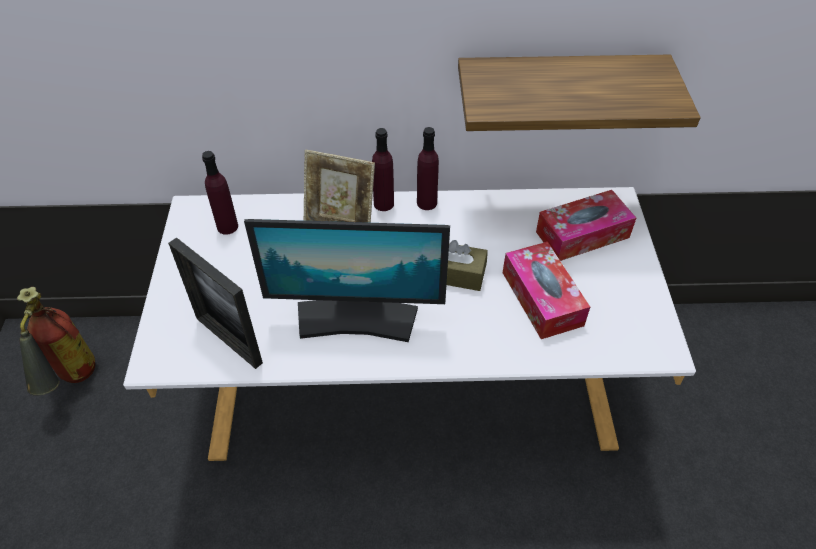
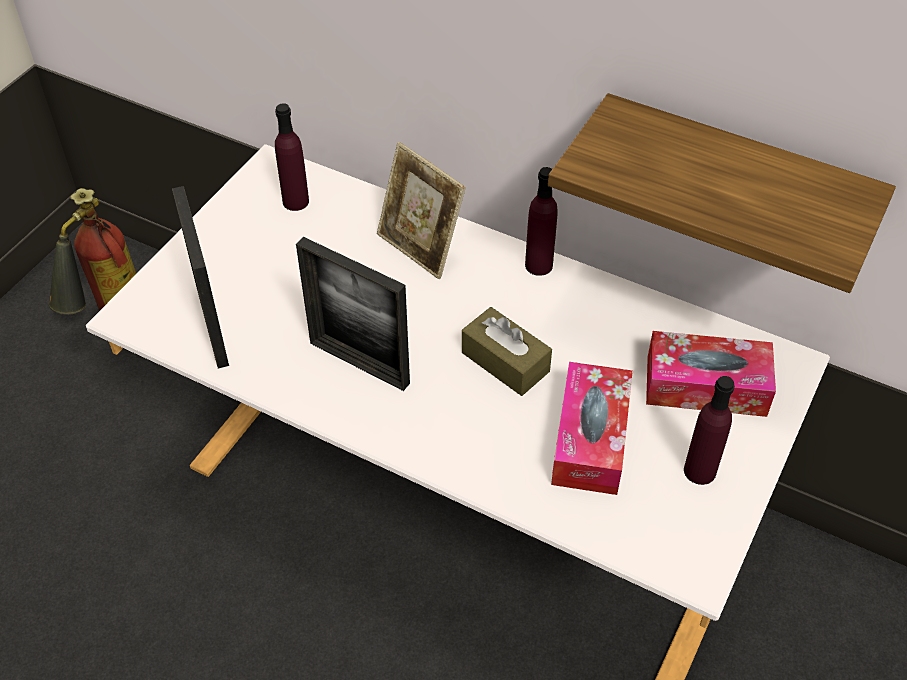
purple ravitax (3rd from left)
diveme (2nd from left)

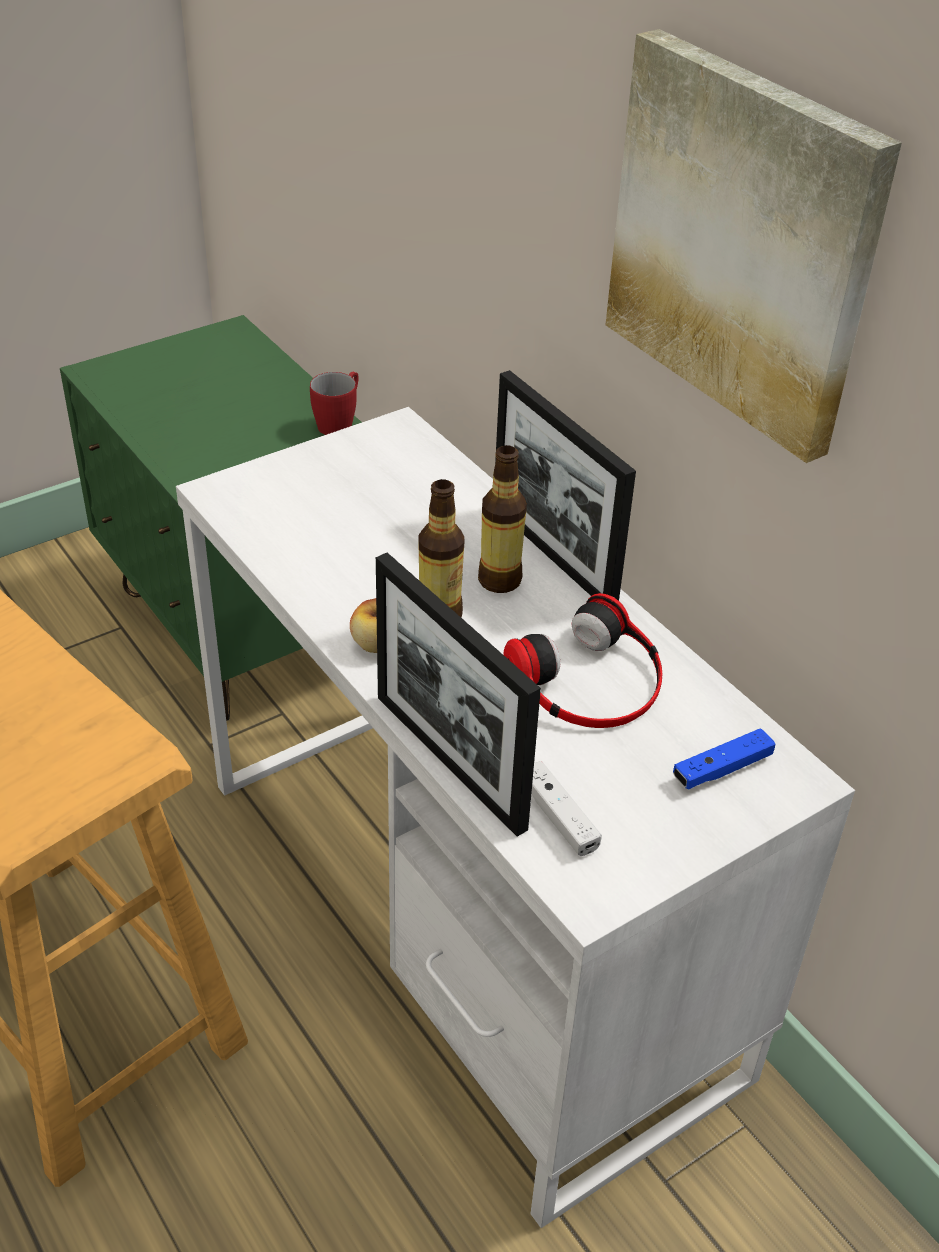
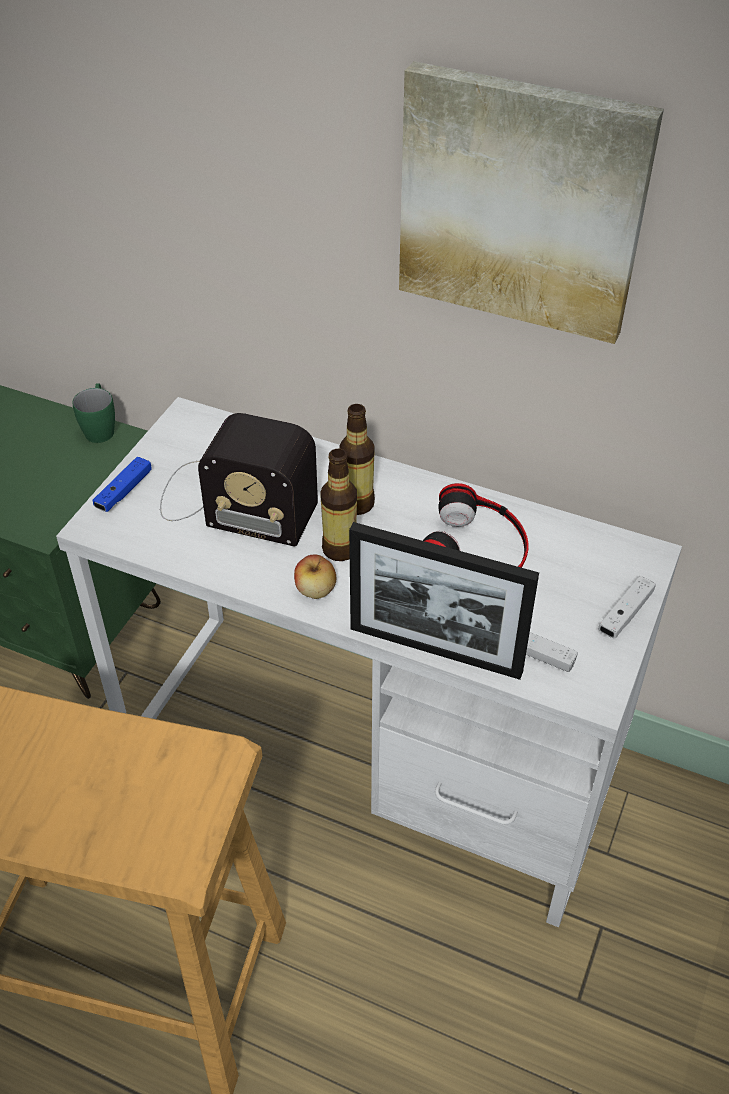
diveme (2nd from left in the first image)
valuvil
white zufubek (2nd from left)
blue zufubek
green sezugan

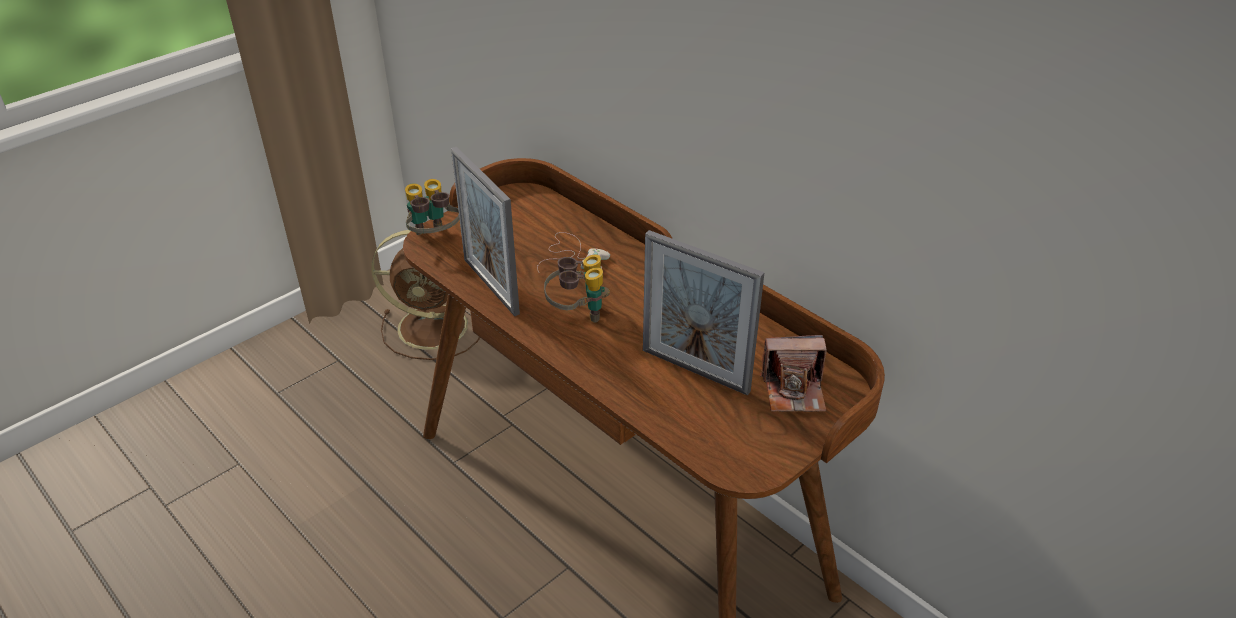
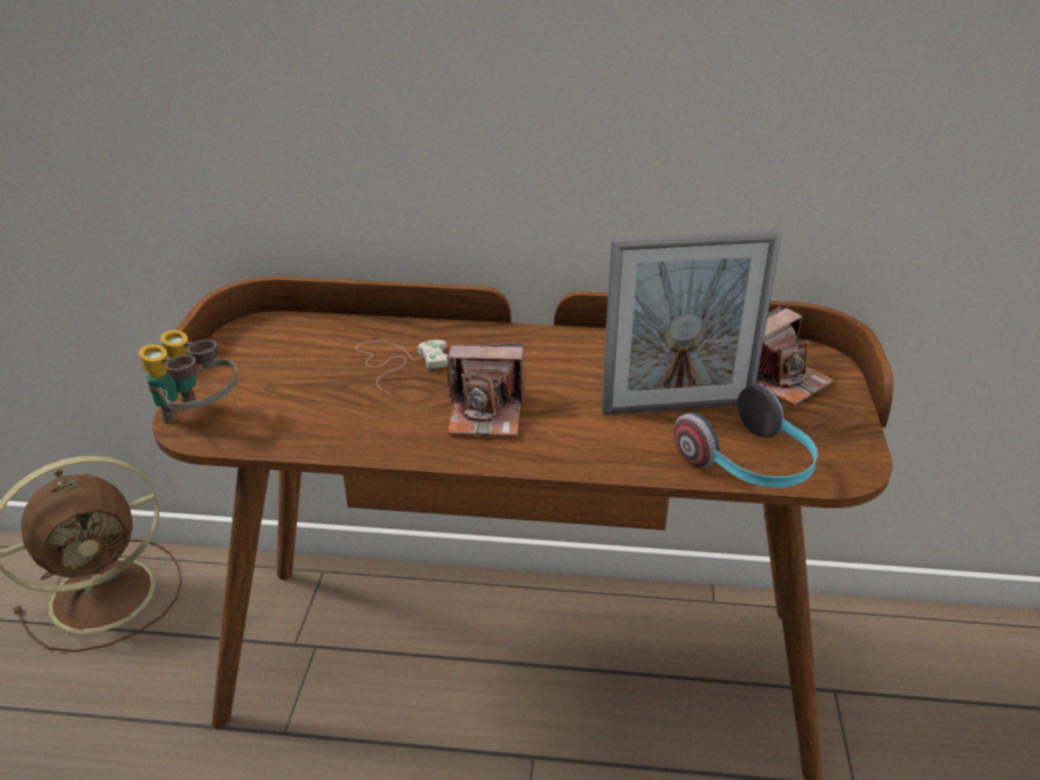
diveme (1st from left in the first image)
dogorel
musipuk (1st from left)

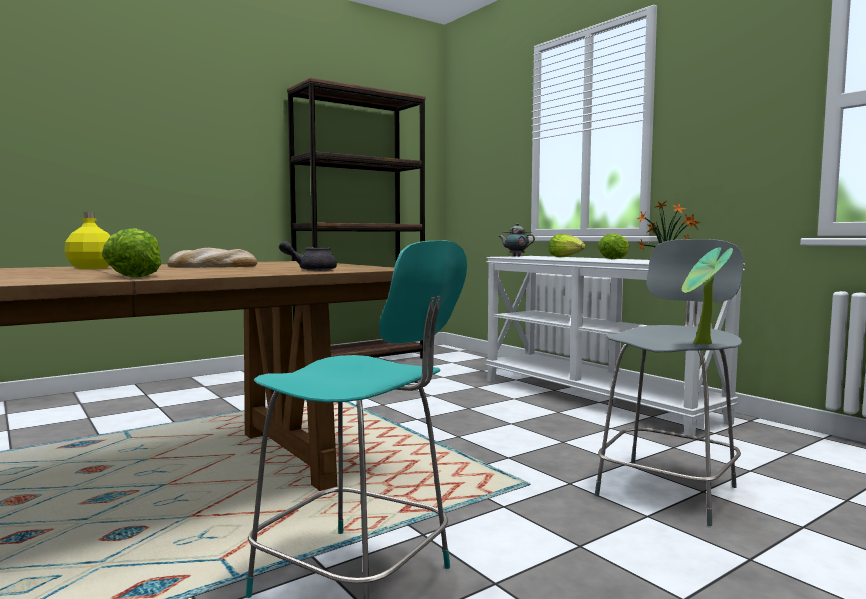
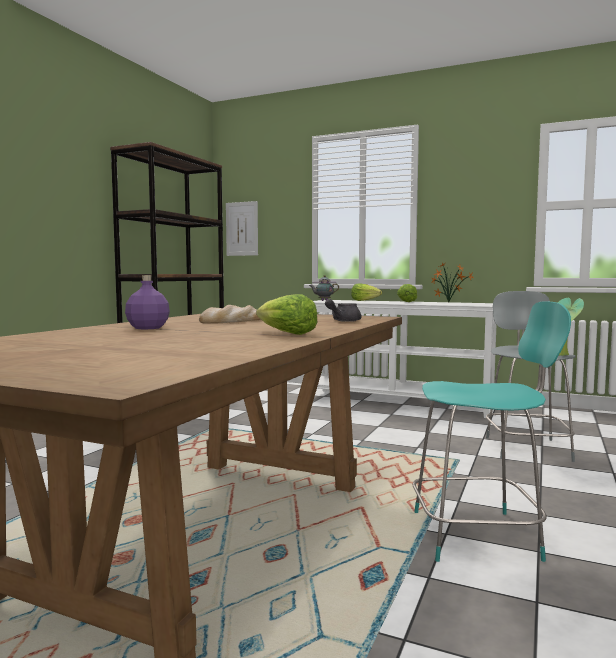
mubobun
purple ravitax

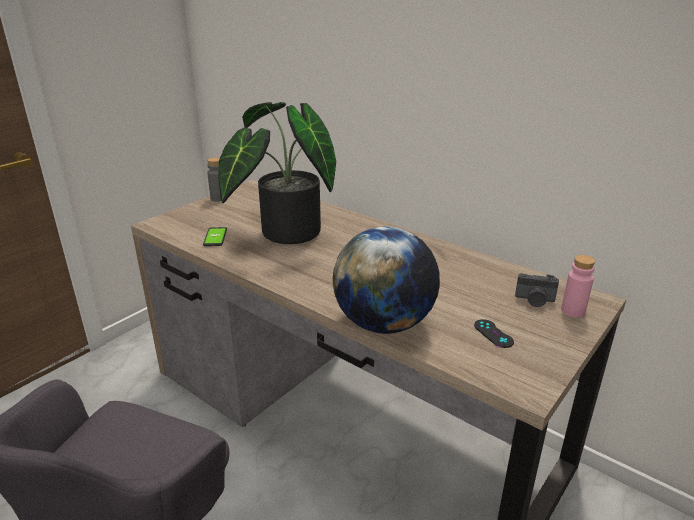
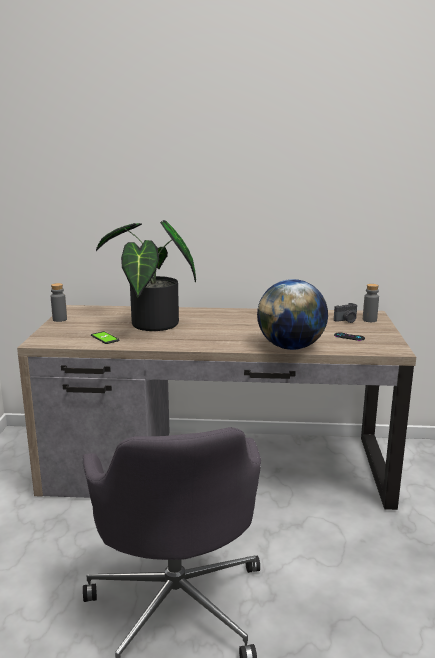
grey ravitax (2nd from left)

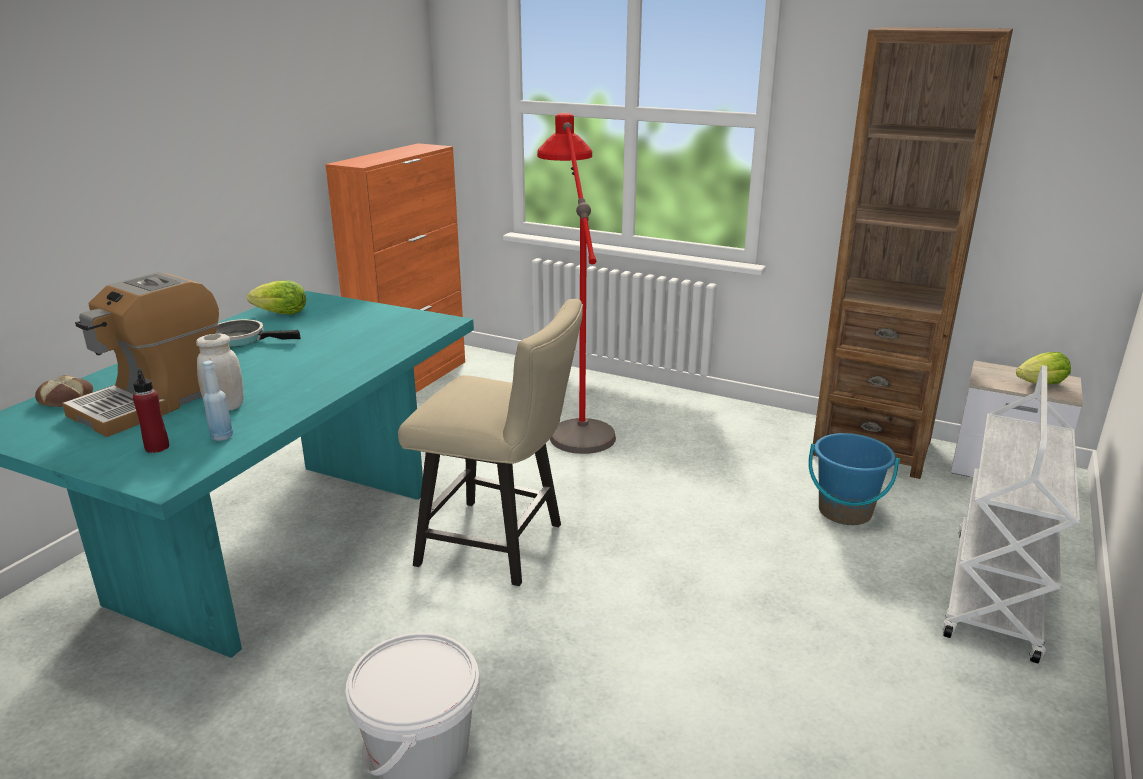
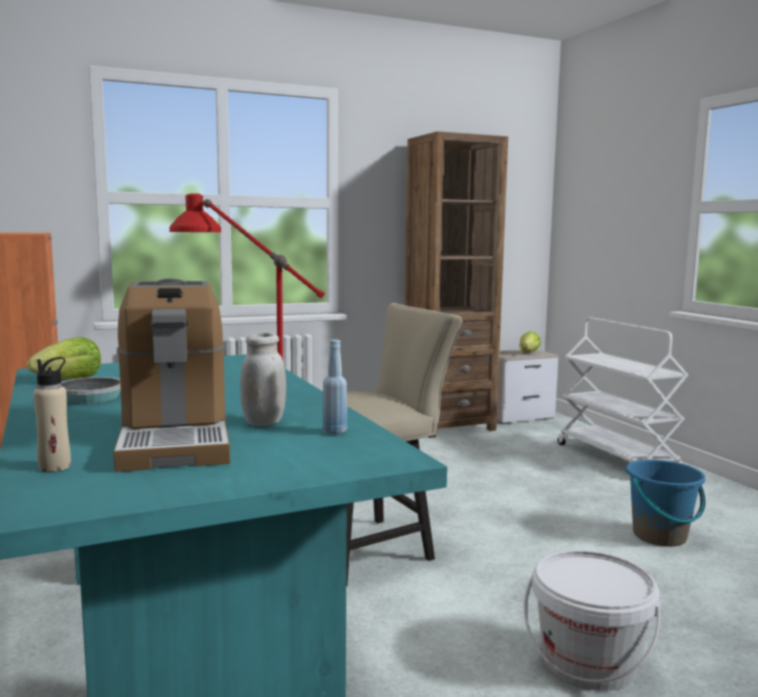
red ravitax
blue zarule
beige ravitax

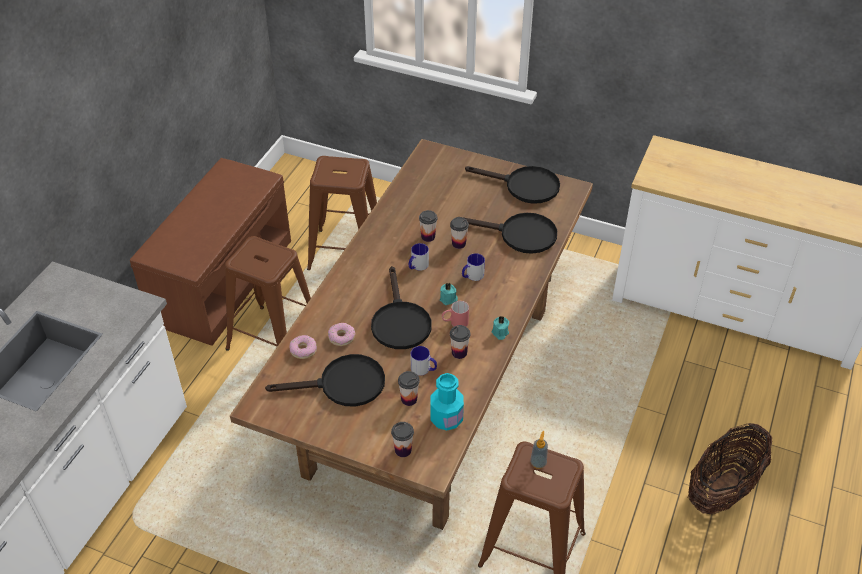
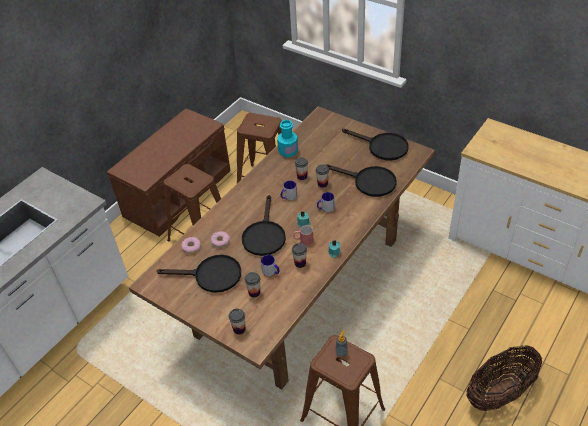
turquoise ravitax

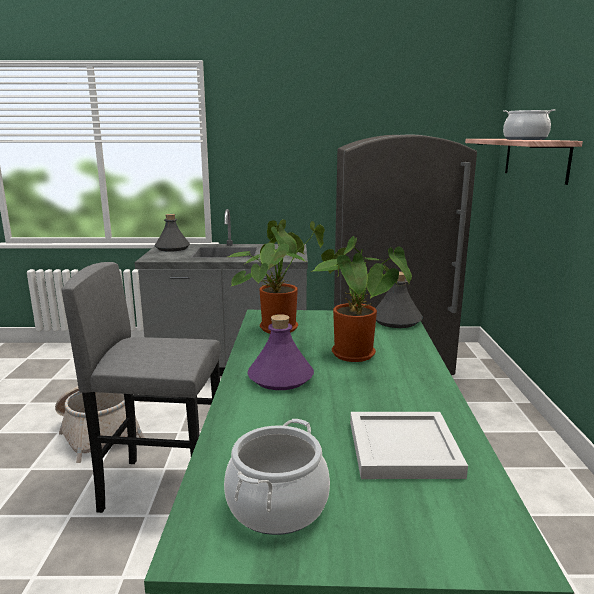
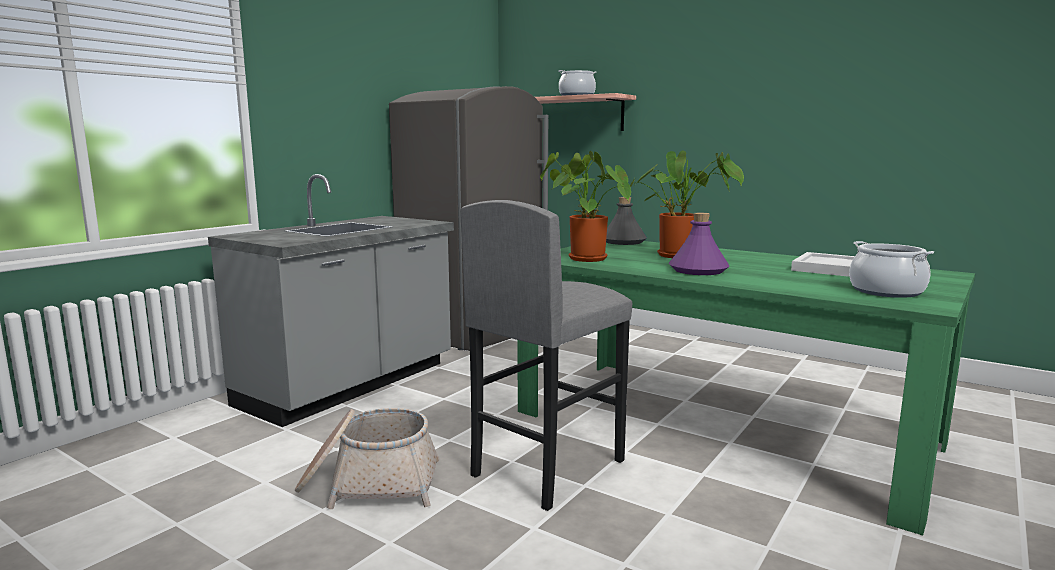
grey ravitax (1st from left in the first image)

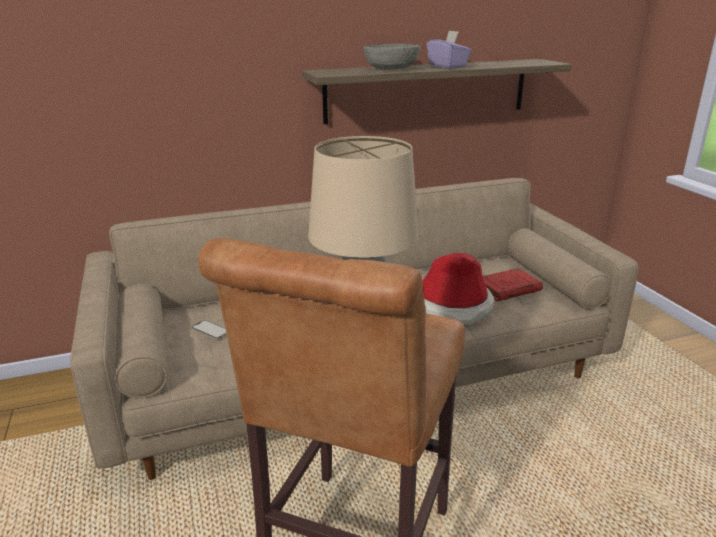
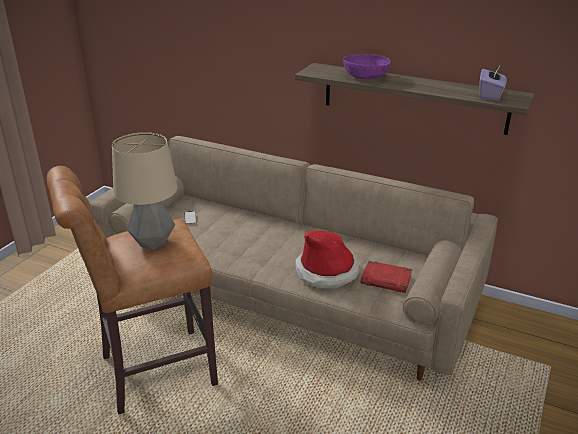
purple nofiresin
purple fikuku

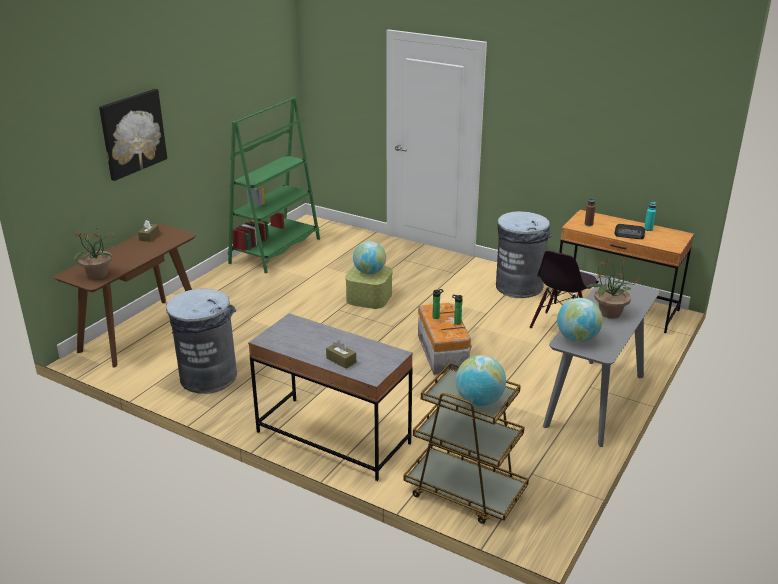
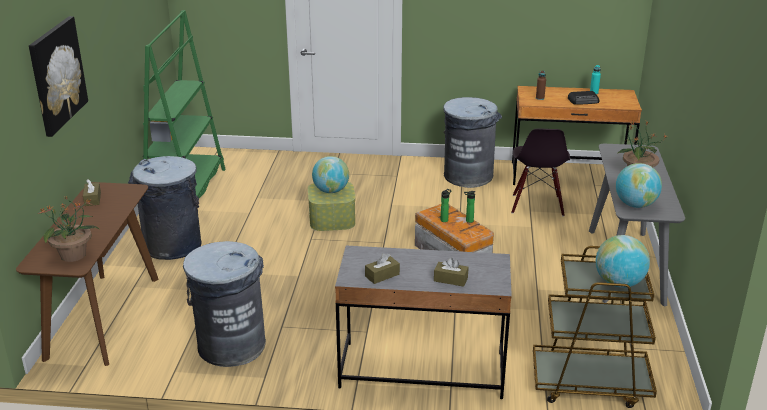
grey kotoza (1st from left)
brown nofiresin (2nd from left)

